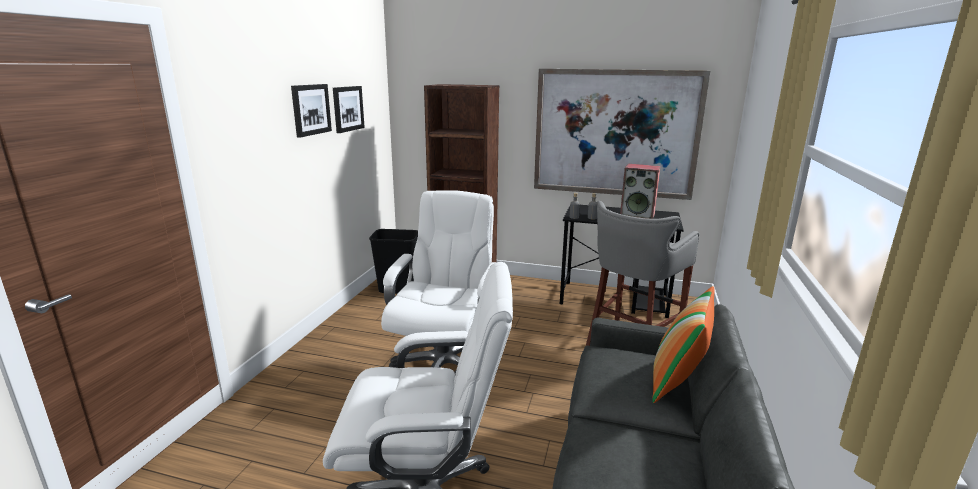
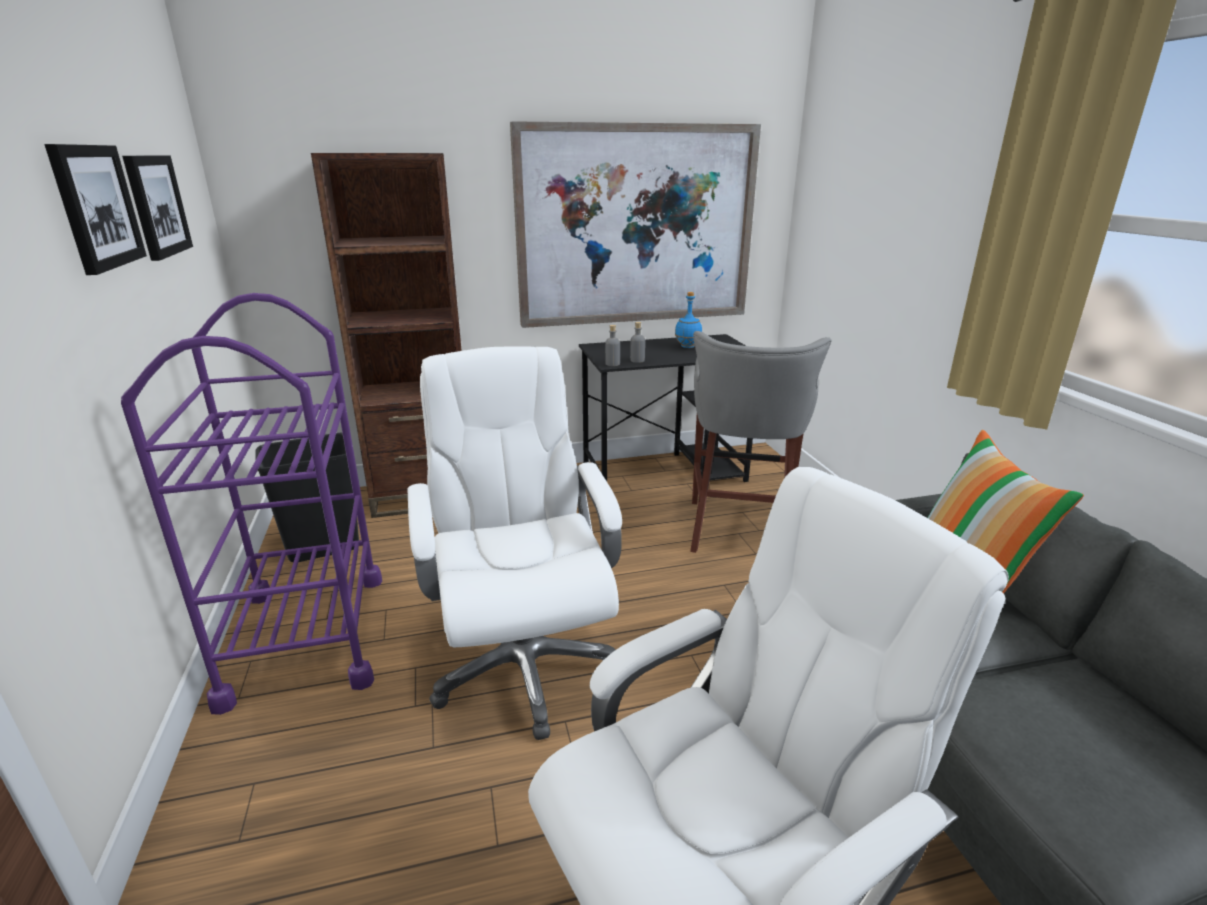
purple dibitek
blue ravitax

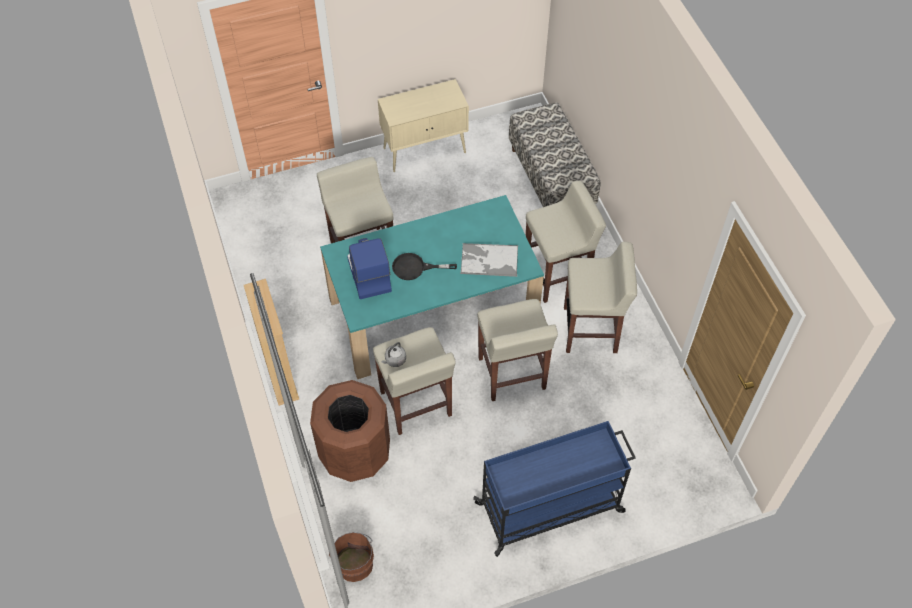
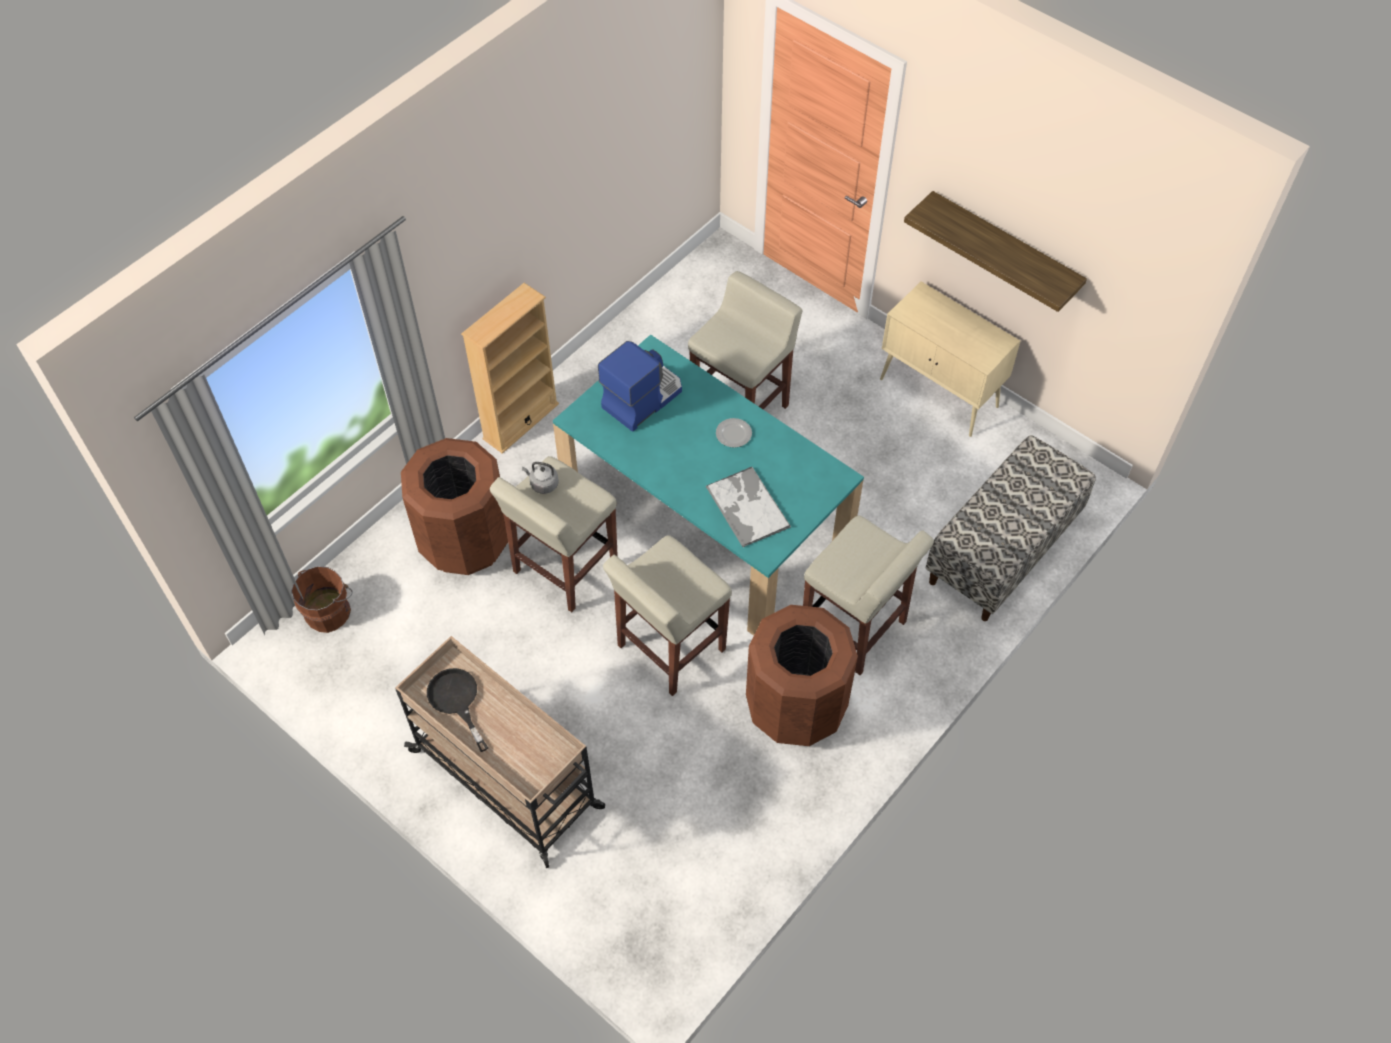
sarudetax
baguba
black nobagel
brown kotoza (2nd from left)
beige dibitek

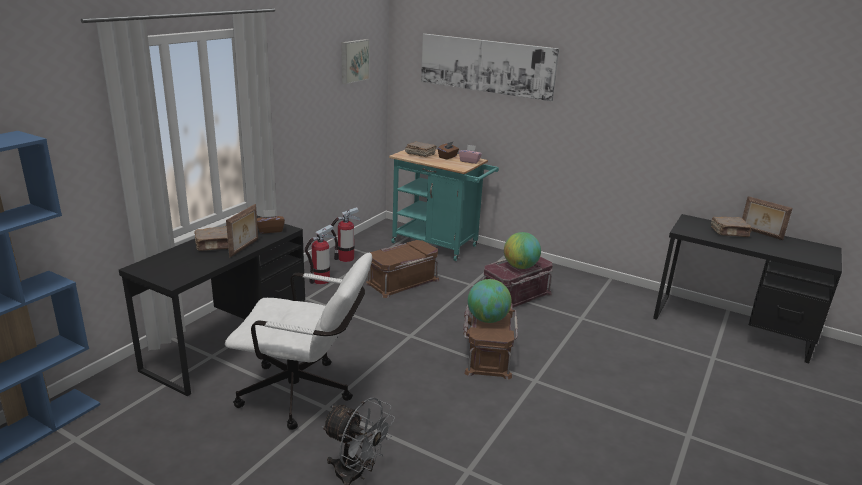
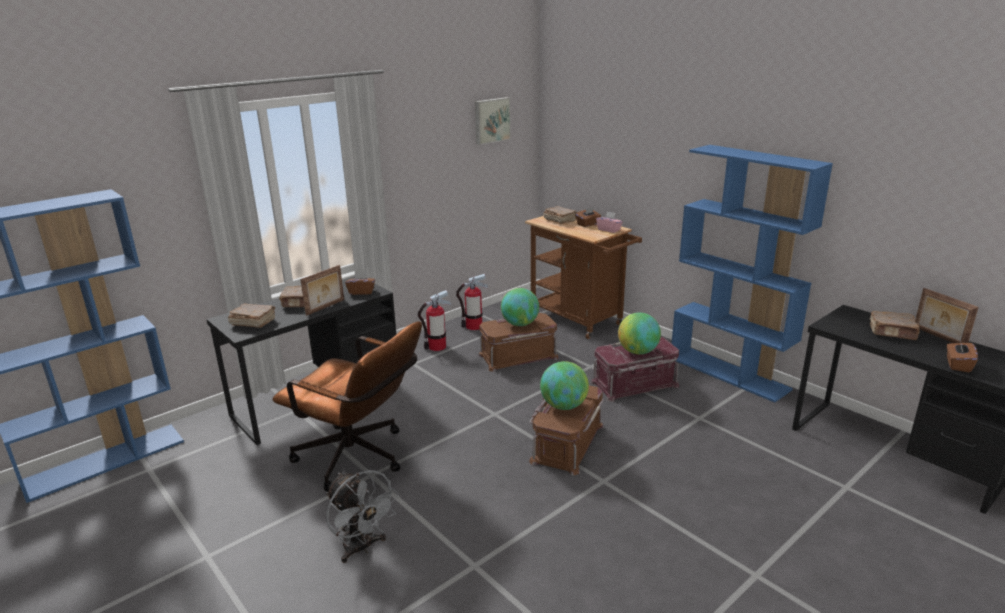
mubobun (2nd from left in the first image)
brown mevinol (1st from left)
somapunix (1st from left)
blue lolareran (2nd from left)
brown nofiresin (3rd from left)
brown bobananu
brown dibitek

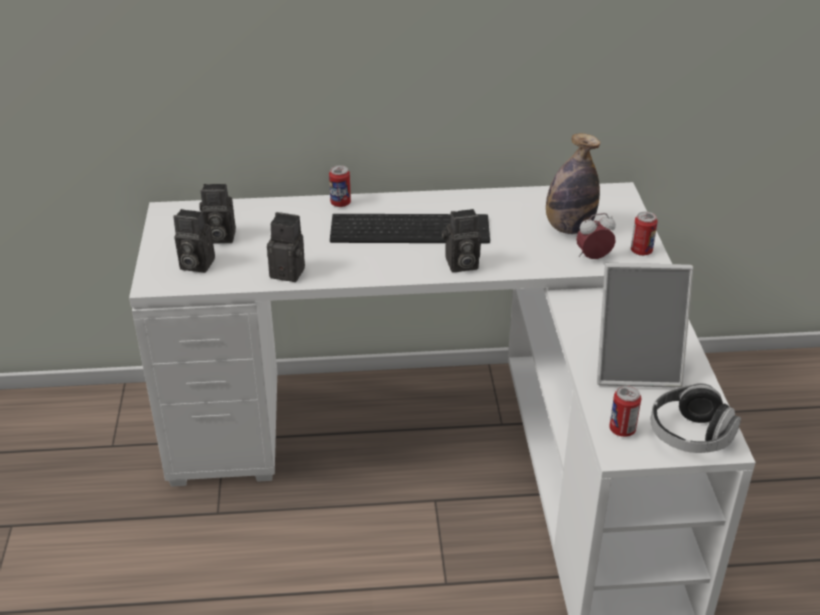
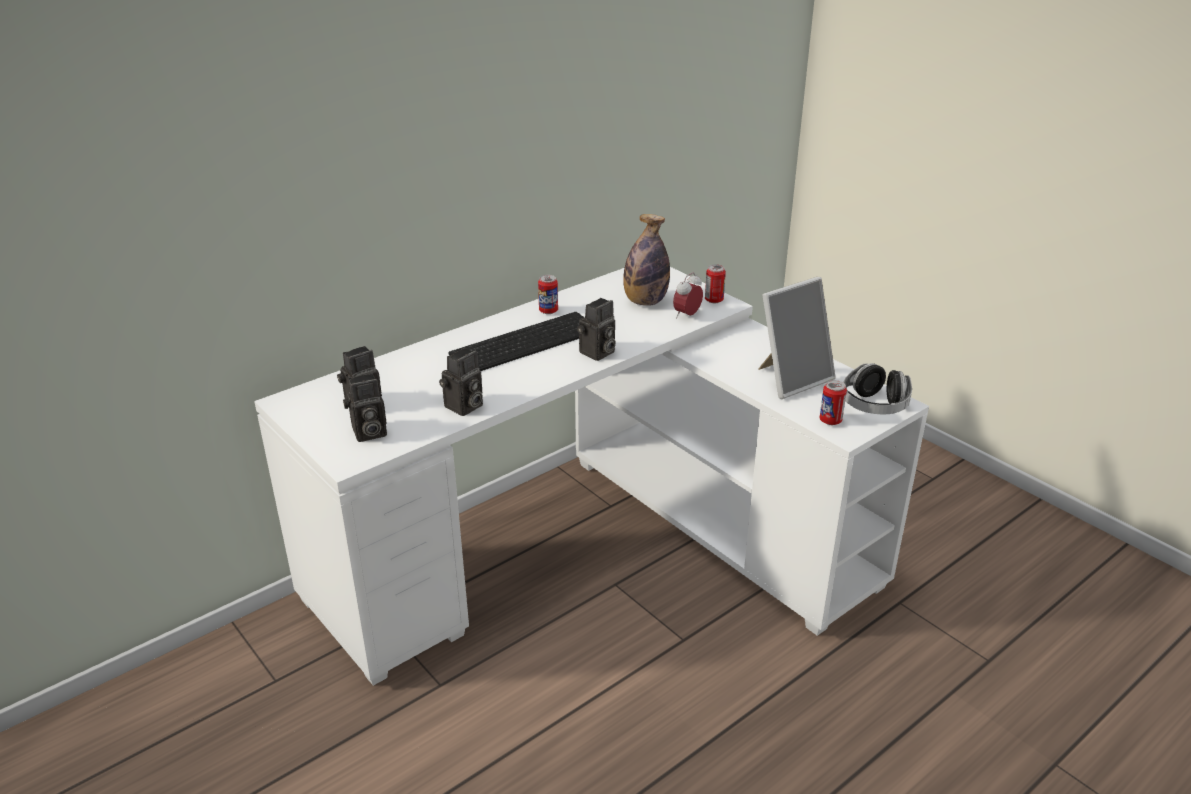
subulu (1st from left)
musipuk (3rd from left)

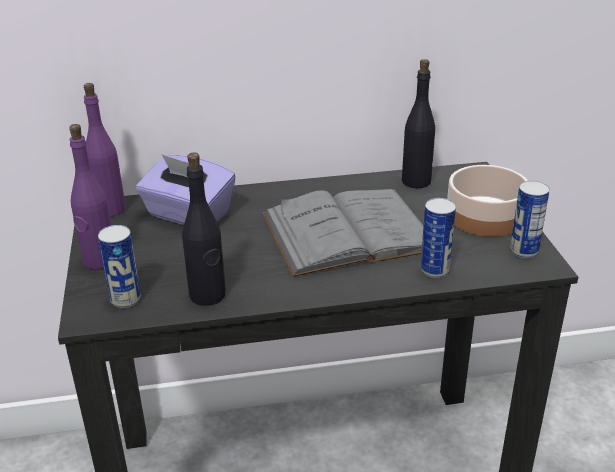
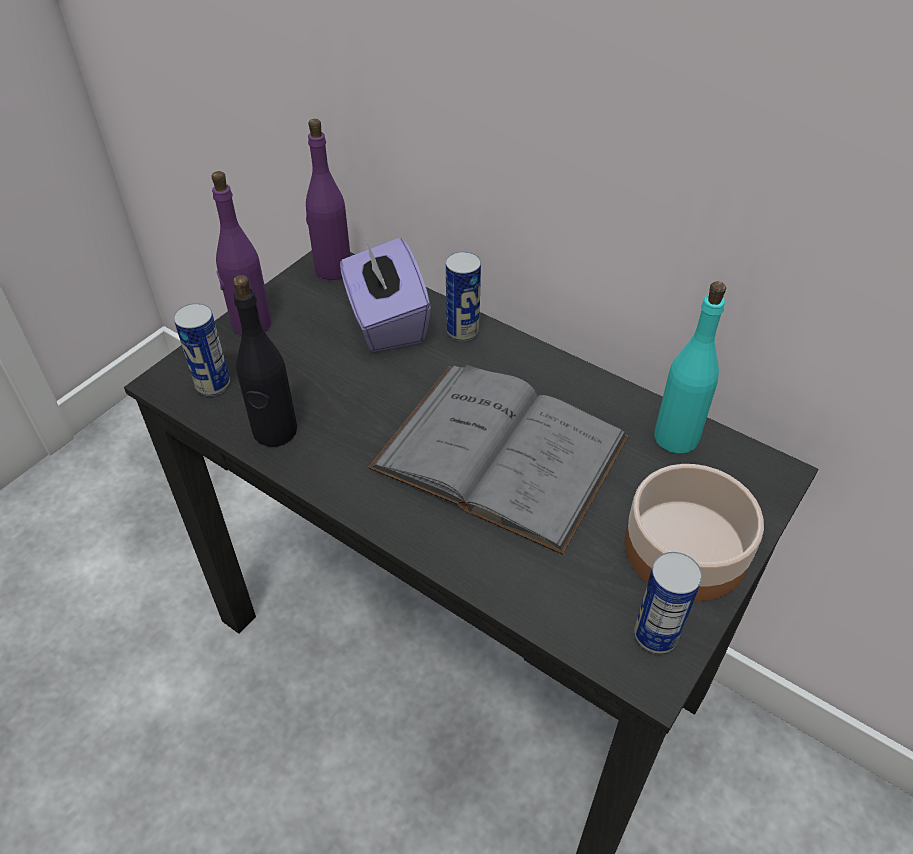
subulu (2nd from left)
turquoise ravitax

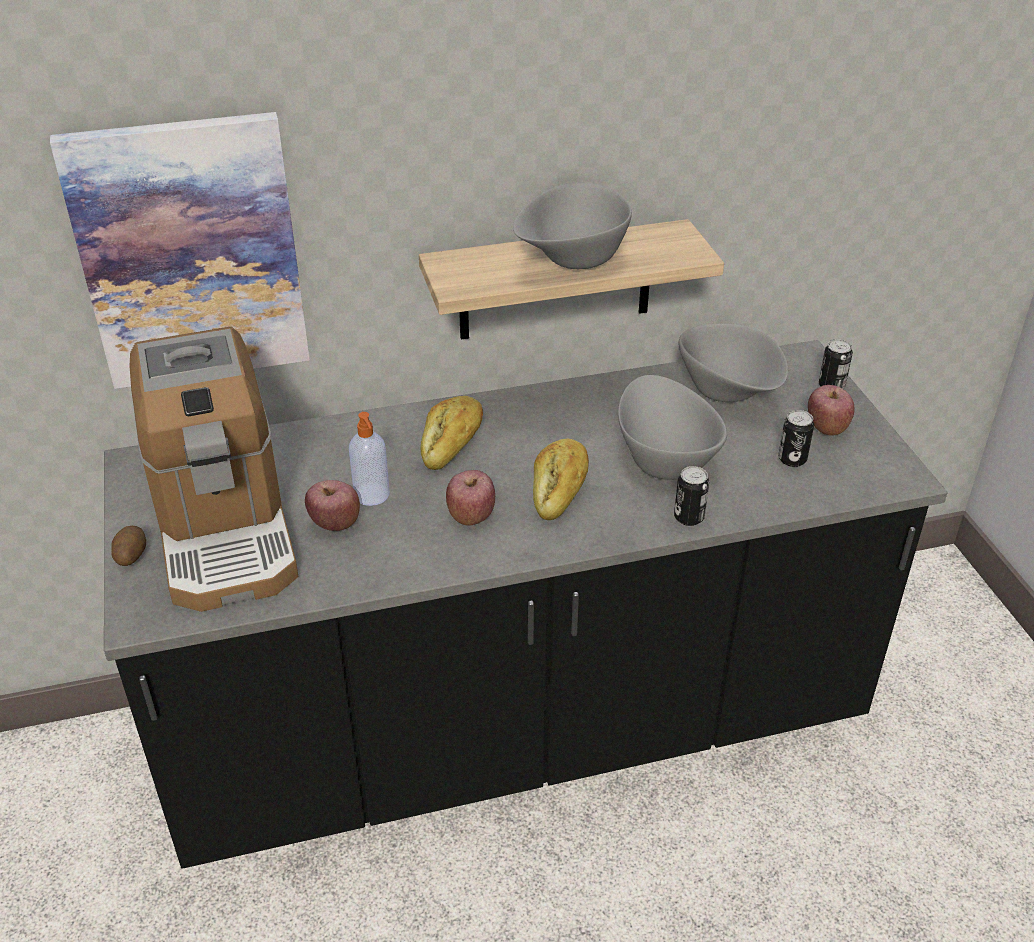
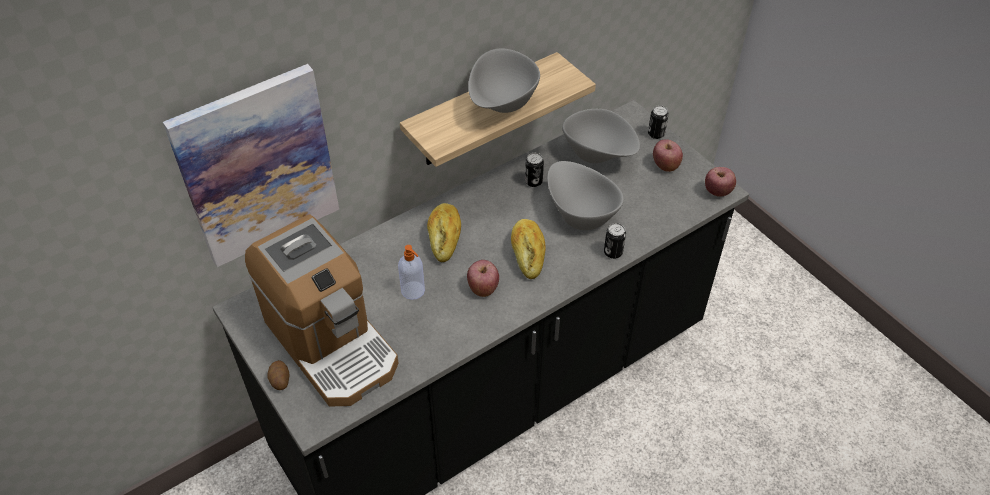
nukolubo (3rd from left)
subulu (1st from left)

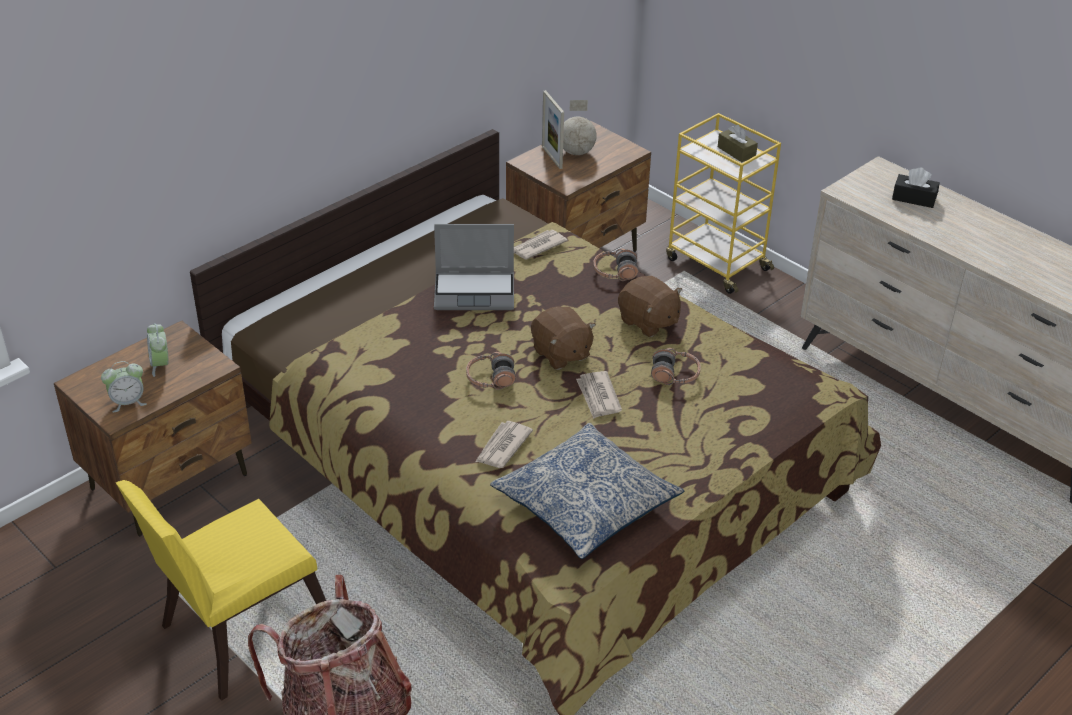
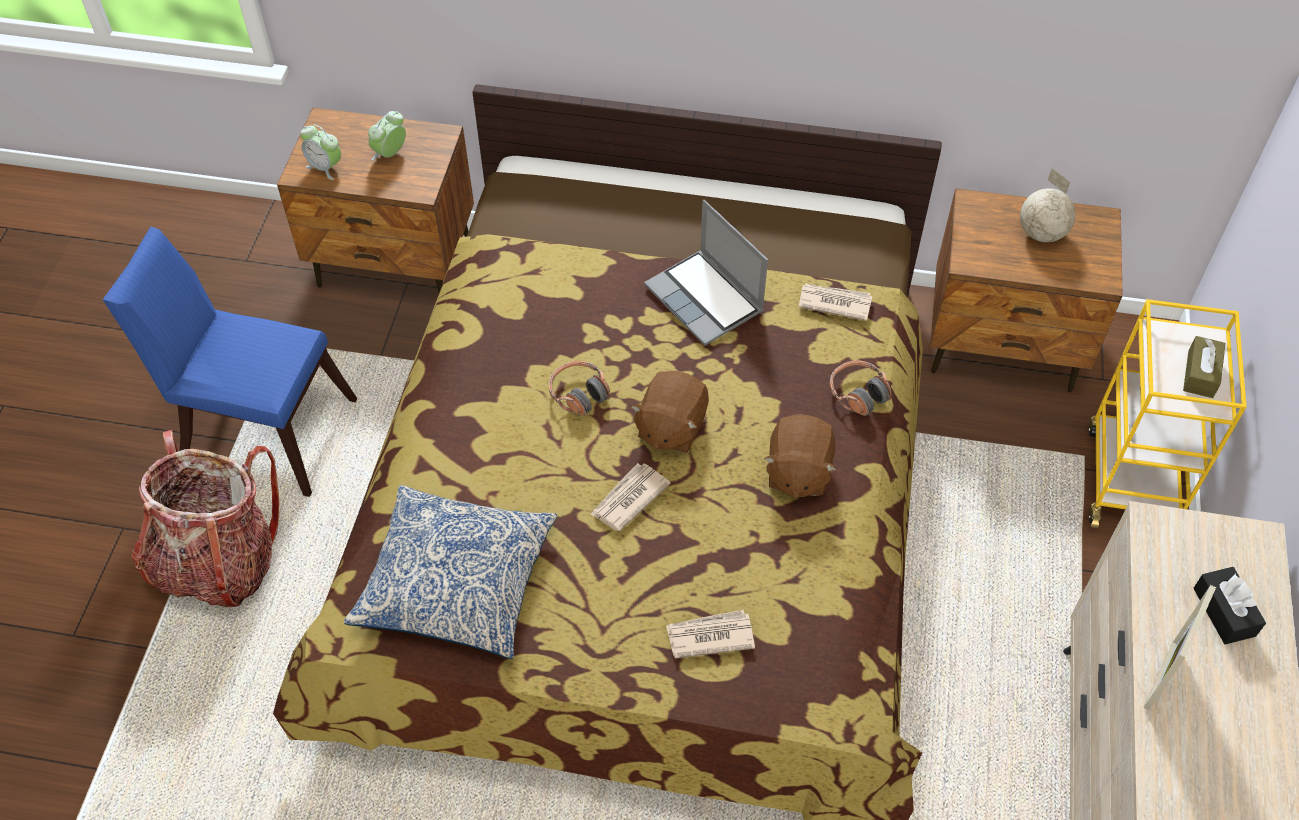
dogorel (3rd from left in the first image)
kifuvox (2nd from left)
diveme
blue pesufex

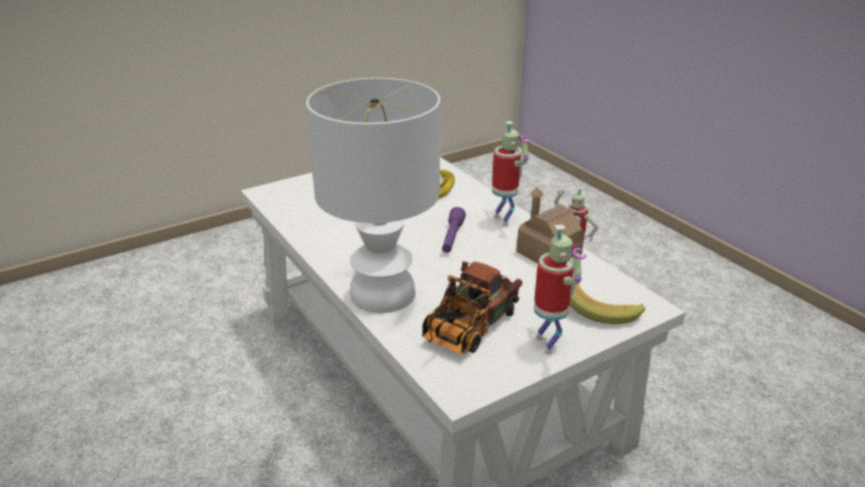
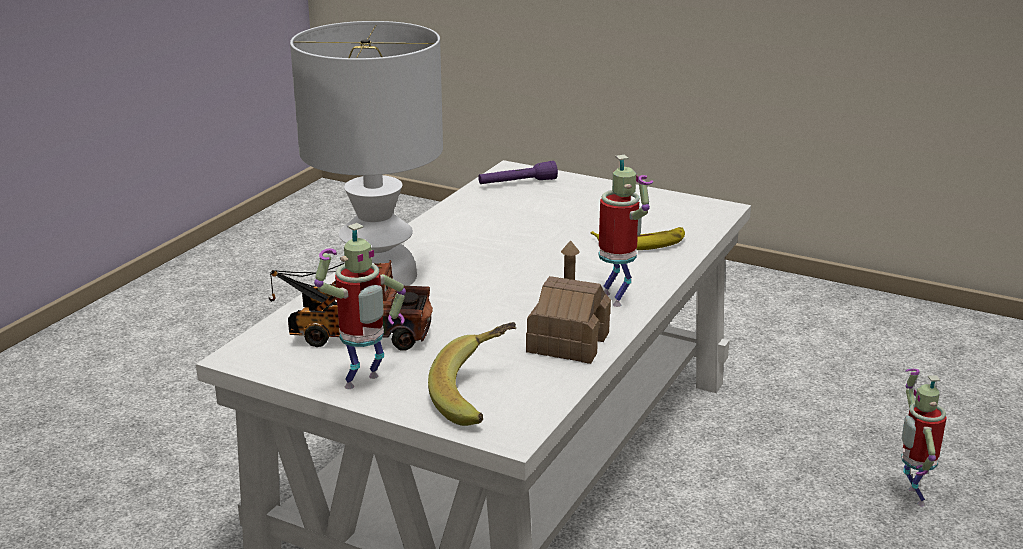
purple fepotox
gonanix (2nd from left)

